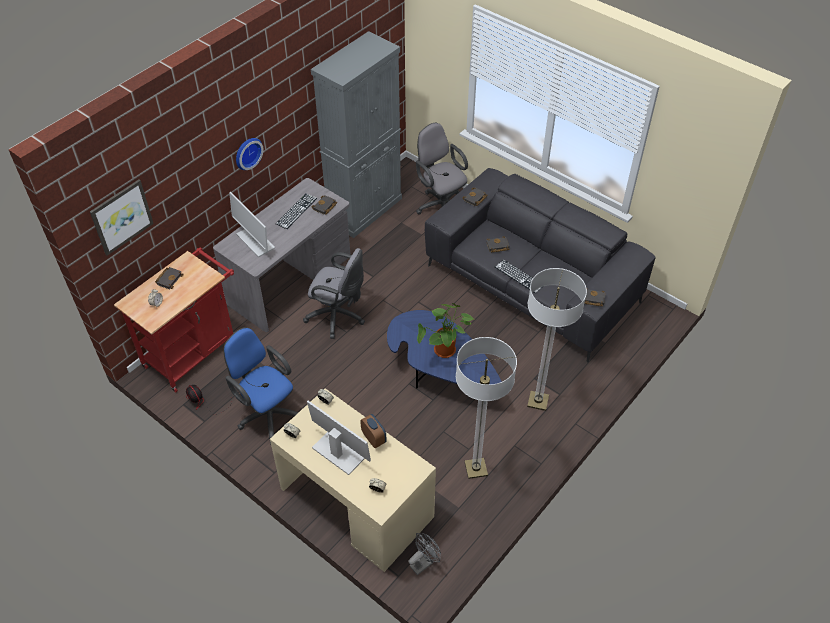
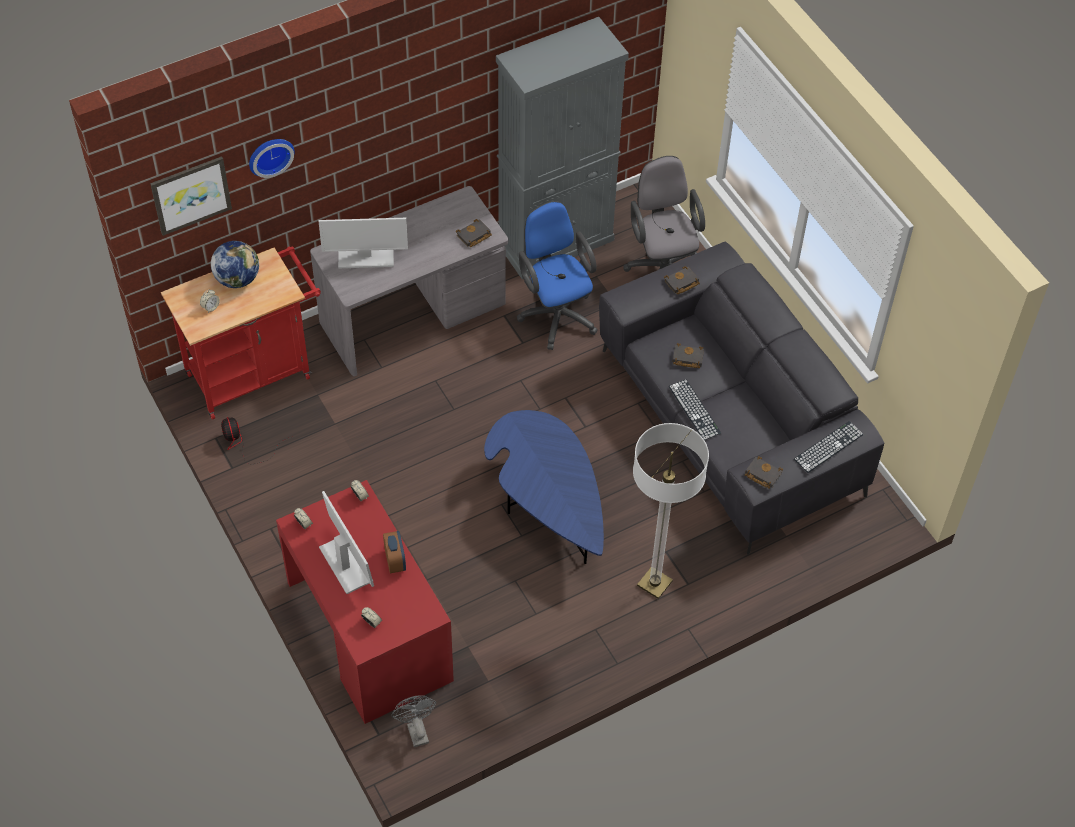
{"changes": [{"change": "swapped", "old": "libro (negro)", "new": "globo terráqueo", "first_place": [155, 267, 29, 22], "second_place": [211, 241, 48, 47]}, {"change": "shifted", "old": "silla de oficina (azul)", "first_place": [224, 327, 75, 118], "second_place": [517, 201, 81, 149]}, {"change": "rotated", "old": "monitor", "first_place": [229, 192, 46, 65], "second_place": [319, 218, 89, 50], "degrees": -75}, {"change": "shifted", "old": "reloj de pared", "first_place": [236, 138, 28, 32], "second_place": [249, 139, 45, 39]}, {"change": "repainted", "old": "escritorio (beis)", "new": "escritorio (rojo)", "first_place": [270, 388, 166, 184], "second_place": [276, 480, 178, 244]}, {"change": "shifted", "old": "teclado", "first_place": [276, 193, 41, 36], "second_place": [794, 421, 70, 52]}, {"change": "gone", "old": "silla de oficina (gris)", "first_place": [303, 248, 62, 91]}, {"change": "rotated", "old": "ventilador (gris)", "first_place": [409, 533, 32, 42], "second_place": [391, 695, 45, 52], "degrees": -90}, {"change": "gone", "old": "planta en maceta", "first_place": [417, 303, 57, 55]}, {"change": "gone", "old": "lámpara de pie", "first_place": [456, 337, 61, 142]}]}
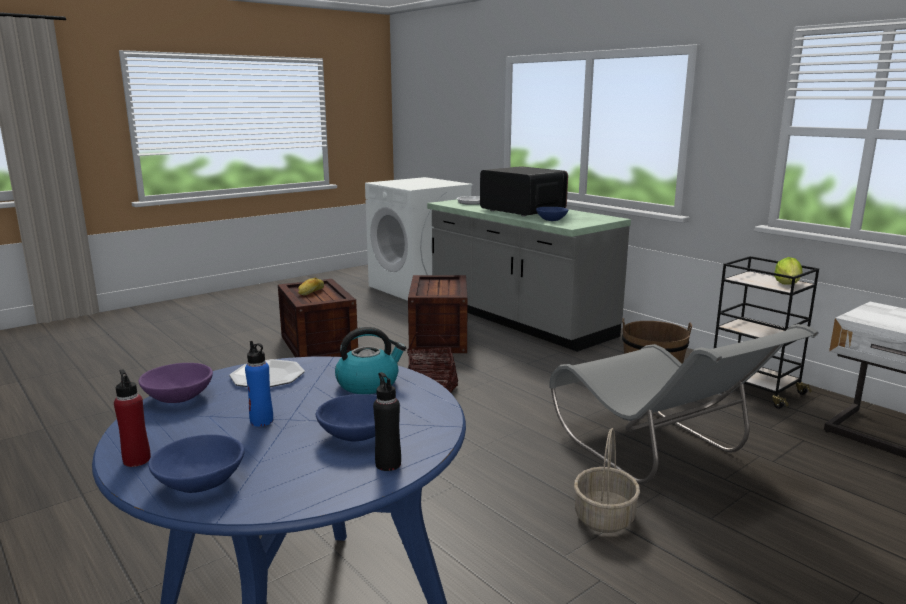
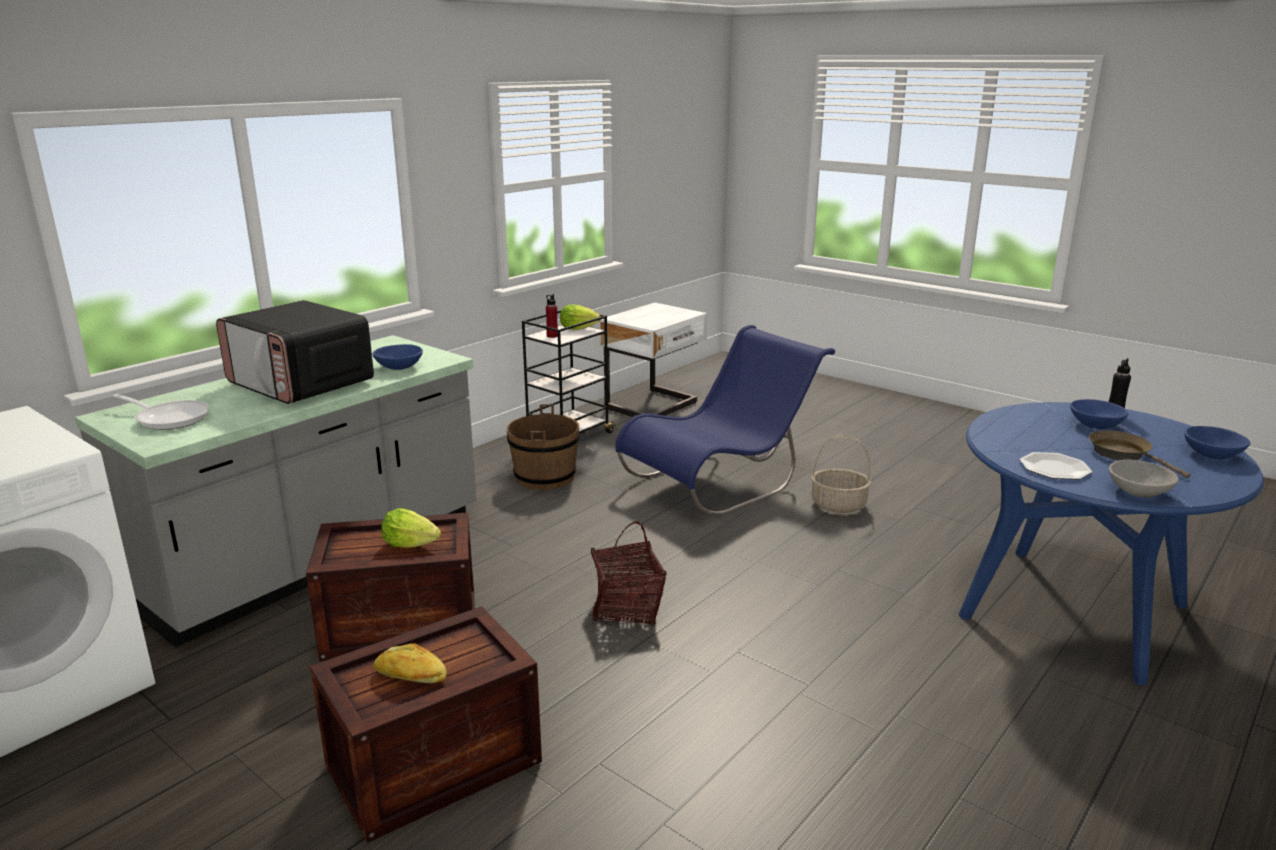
{"changes": [{"change": "shifted", "old": "botella (rojo)", "first_place": [114, 369, 37, 98], "second_place": [546, 294, 12, 44]}, {"change": "repainted", "old": "cuenco (morado)", "new": "cuenco (gris)", "first_place": [139, 363, 74, 40], "second_place": [1109, 460, 70, 37]}, {"change": "swapped", "old": "botella (azul)", "new": "sartén (marrón)", "first_place": [245, 341, 28, 85], "second_place": [1089, 430, 101, 48]}, {"change": "gone", "old": "hervidor", "first_place": [335, 327, 71, 67]}, {"change": "rotated", "old": "microondas", "first_place": [480, 166, 88, 51], "second_place": [216, 300, 158, 104], "degrees": -90}, {"change": "repainted", "old": "silla (gris)", "new": "silla (azul)", "first_place": [549, 324, 270, 160], "second_place": [615, 325, 220, 190]}, {"change": "new", "new": "lechuga", "second_place": [381, 508, 60, 40]}]}
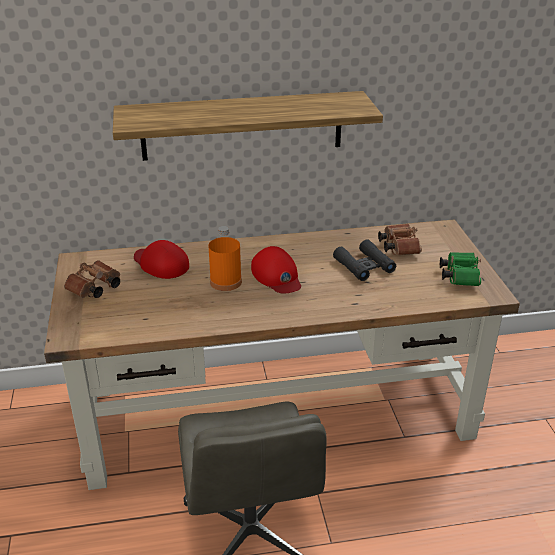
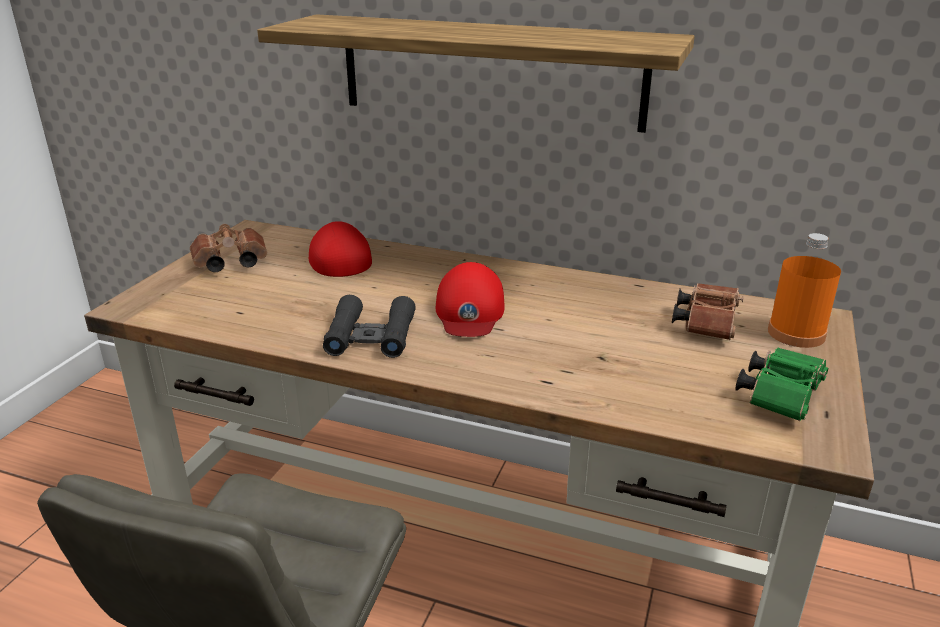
{"changes": [{"change": "shifted", "old": "botella (naranja)", "first_place": [208, 226, 34, 65], "second_place": [768, 233, 73, 115]}, {"change": "shifted", "old": "prismáticos (negro)", "first_place": [333, 239, 63, 42], "second_place": [323, 295, 93, 63]}]}
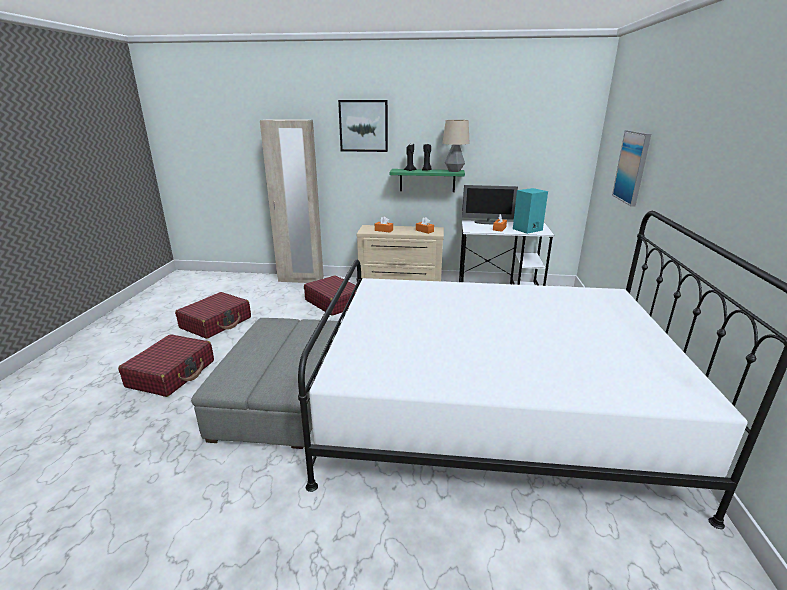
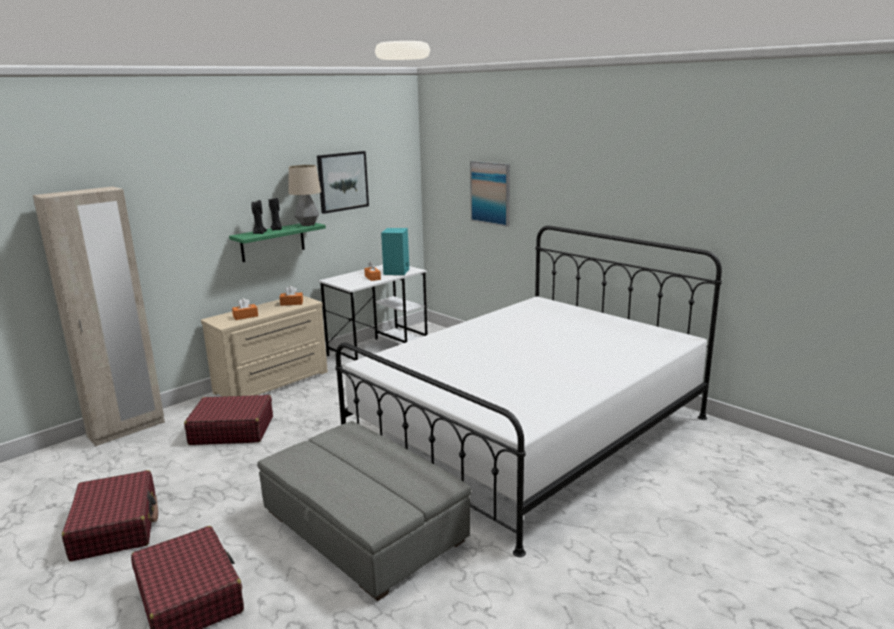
{"changes": [{"change": "shifted", "old": "cuadro", "first_place": [338, 100, 50, 52], "second_place": [317, 151, 52, 63]}, {"change": "gone", "old": "monitor", "first_place": [462, 185, 56, 39]}]}
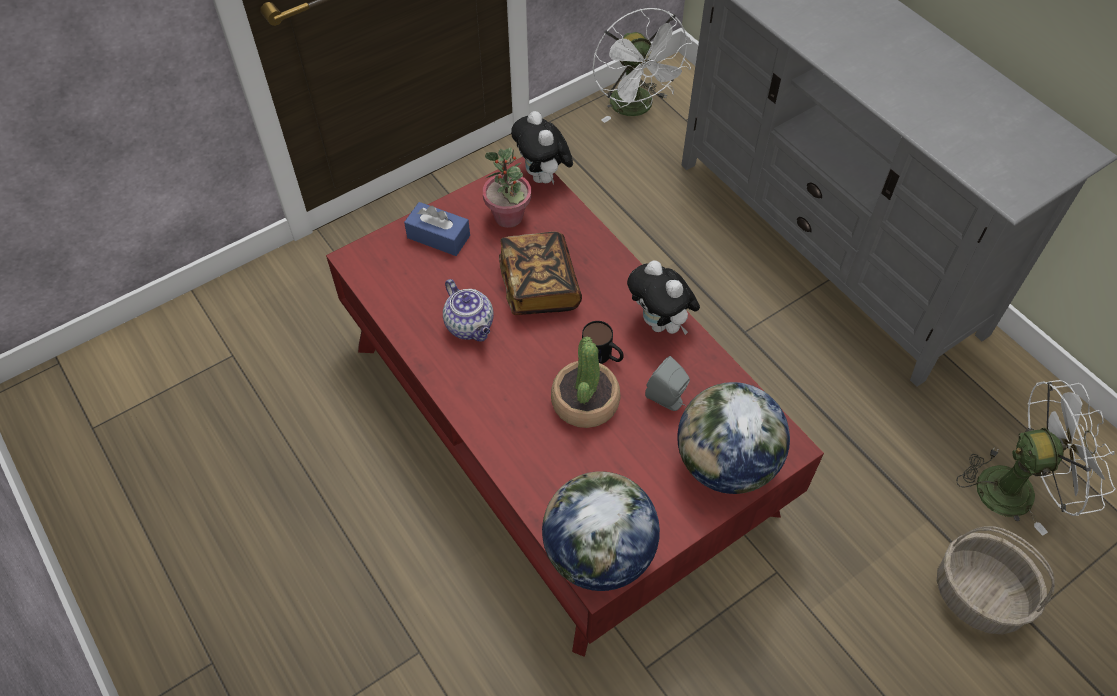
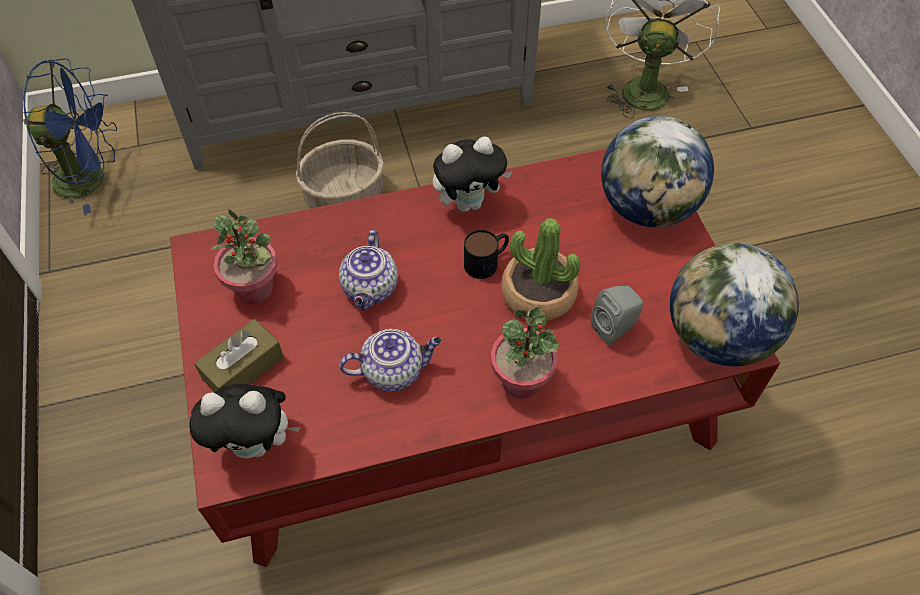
{"changes": [{"change": "repainted", "old": "caja de pañuelos (azul)", "new": "caja de pañuelos (marrón)", "first_place": [404, 202, 66, 54], "second_place": [194, 319, 90, 73]}, {"change": "swapped", "old": "libro", "new": "tetera", "first_place": [499, 232, 83, 83], "second_place": [339, 230, 59, 81]}, {"change": "shifted", "old": "peluche", "first_place": [511, 111, 62, 73], "second_place": [189, 384, 112, 74]}, {"change": "repainted", "old": "ventilador (blanco)", "new": "ventilador (azul)", "first_place": [593, 8, 100, 115], "second_place": [23, 58, 94, 156]}, {"change": "shifted", "old": "altavoz (gris)", "first_place": [645, 356, 45, 55], "second_place": [591, 286, 52, 59]}, {"change": "shifted", "old": "cesta", "first_place": [937, 526, 118, 108], "second_place": [296, 112, 88, 97]}, {"change": "new", "new": "planta en maceta", "second_place": [491, 307, 68, 92]}]}
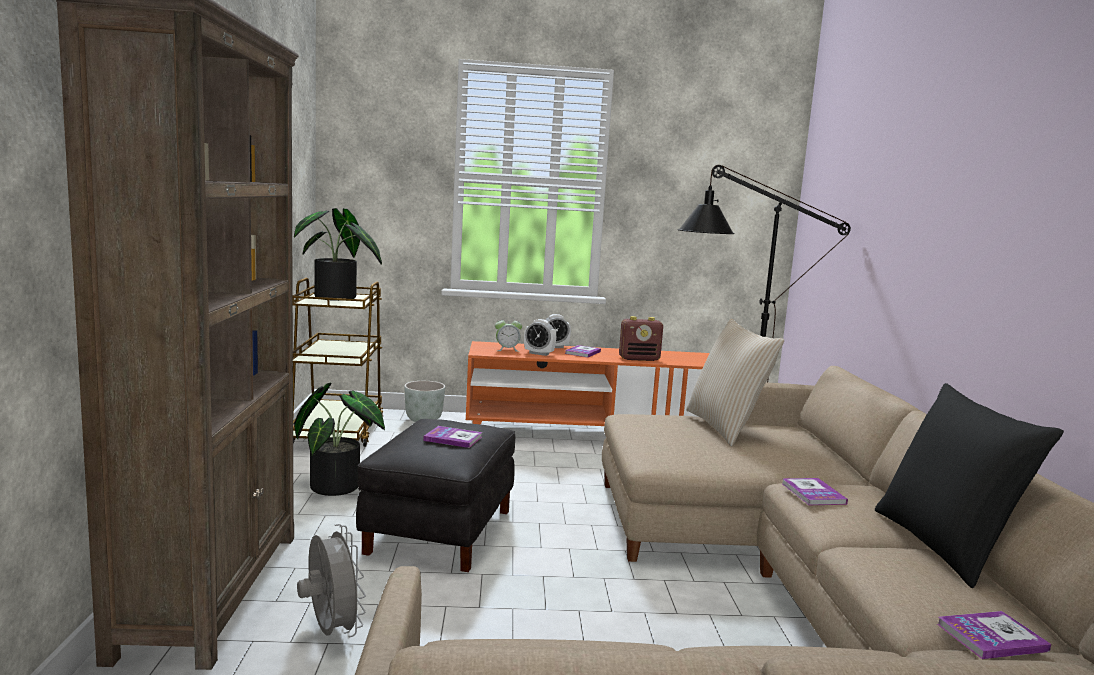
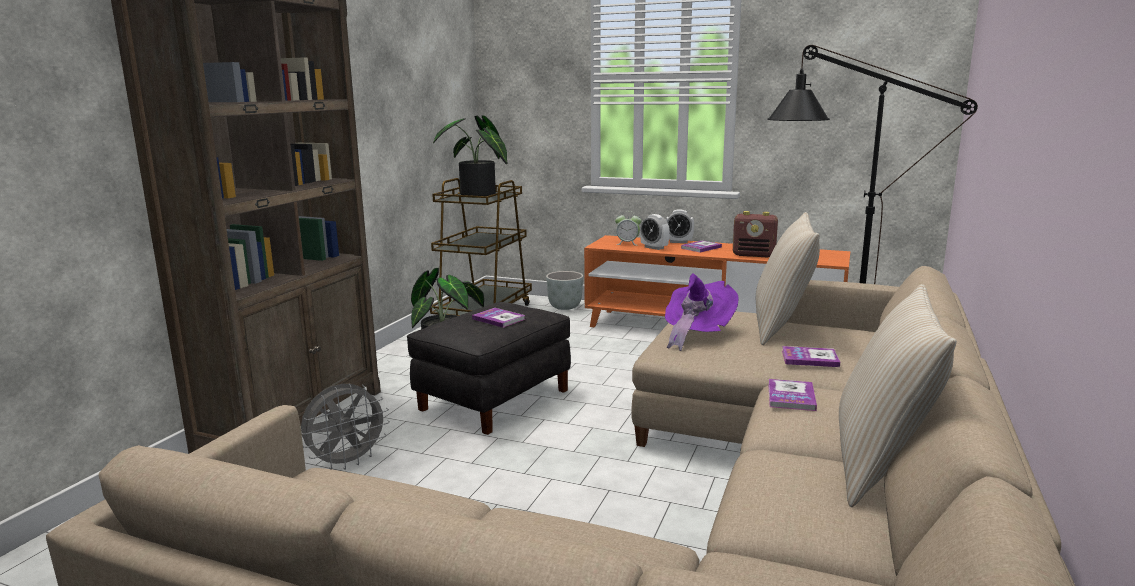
{"changes": [{"change": "rotated", "old": "ventilador (gris)", "first_place": [297, 524, 69, 114], "second_place": [301, 383, 89, 87], "degrees": 60}, {"change": "repainted", "old": "cojín (negro)", "new": "cojín (beis)", "first_place": [875, 383, 189, 205], "second_place": [839, 284, 118, 223]}, {"change": "shifted", "old": "libro", "first_place": [937, 611, 114, 48], "second_place": [782, 346, 58, 21]}, {"change": "new", "new": "sombrero (morado)", "second_place": [665, 273, 74, 78]}]}
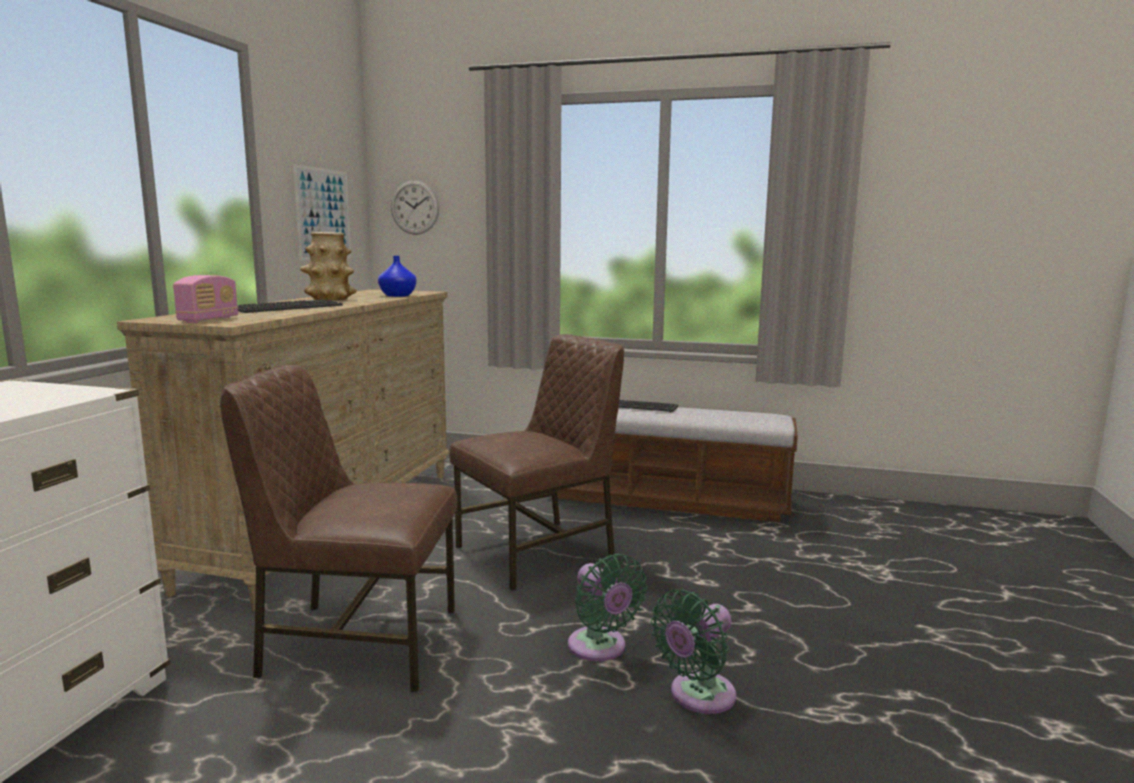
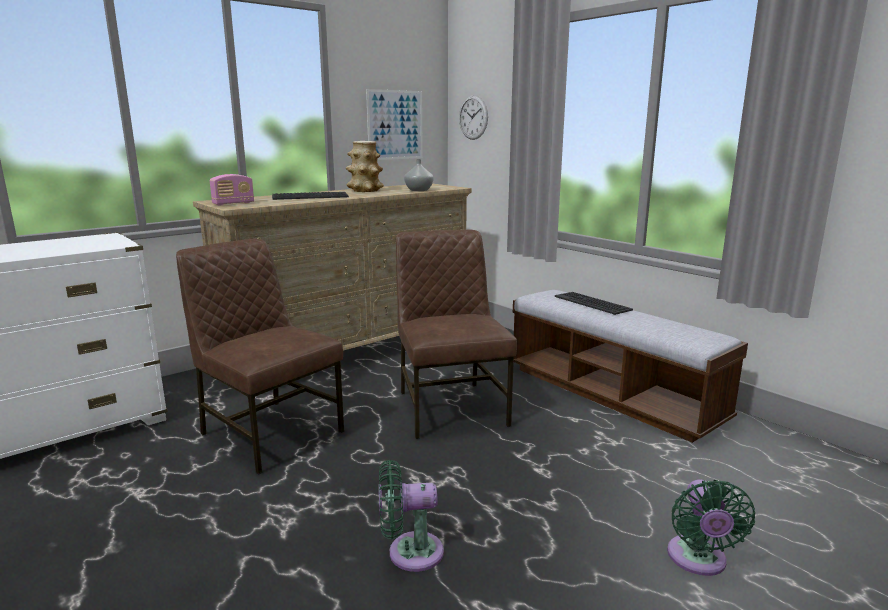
{"changes": [{"change": "repainted", "old": "florero (azul)", "new": "florero (gris)", "first_place": [378, 256, 39, 41], "second_place": [404, 159, 30, 32]}, {"change": "rotated", "old": "silla (marrón)", "first_place": [449, 334, 175, 257], "second_place": [396, 230, 121, 209], "degrees": -105}, {"change": "shifted", "old": "ventilador (verde)", "first_place": [568, 554, 79, 107], "second_place": [667, 479, 88, 97]}]}
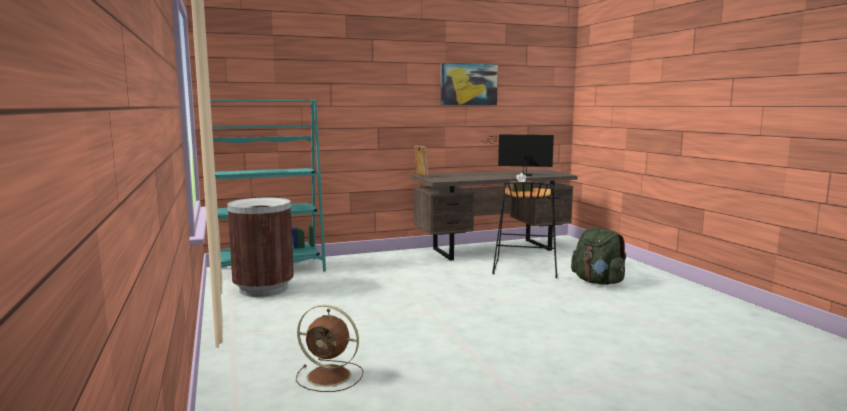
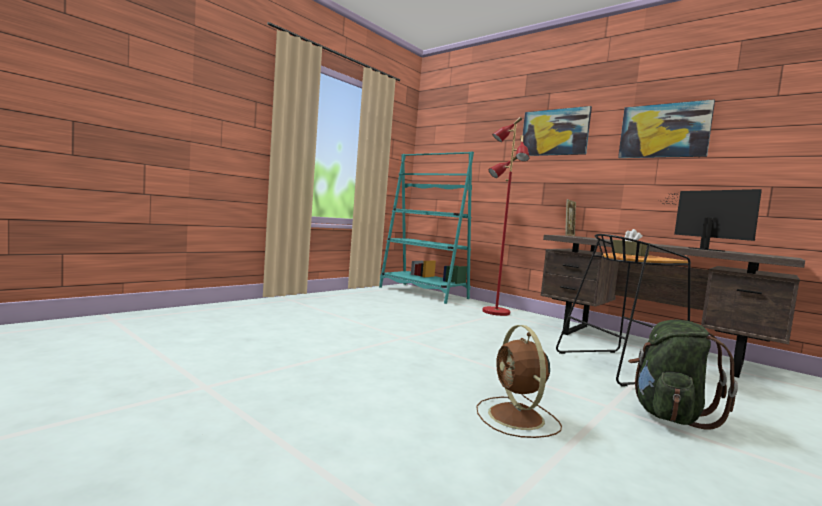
{"changes": [{"change": "gone", "old": "papelera (marrón)", "first_place": [227, 197, 67, 100]}, {"change": "shifted", "old": "ventilador (marrón)", "first_place": [296, 305, 67, 87], "second_place": [476, 325, 86, 113]}, {"change": "new", "new": "lámpara de pie (rojo)", "second_place": [482, 117, 47, 199]}, {"change": "new", "new": "cuadro", "second_place": [523, 106, 69, 50]}]}
